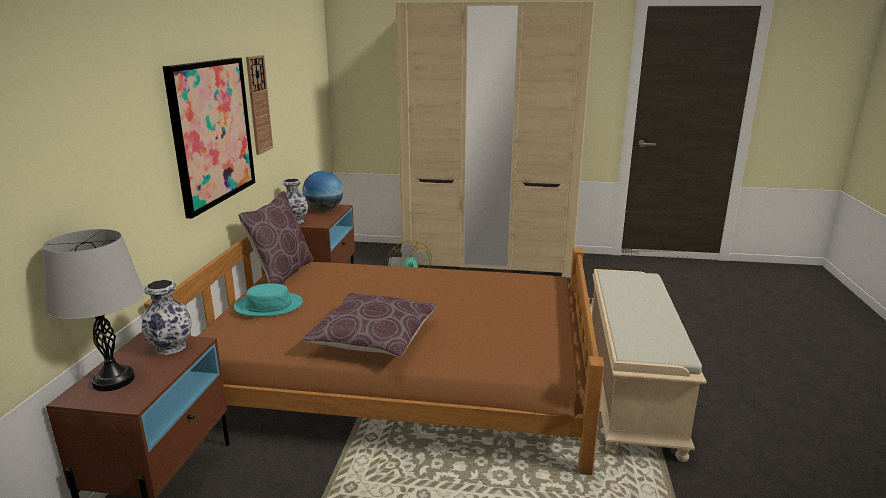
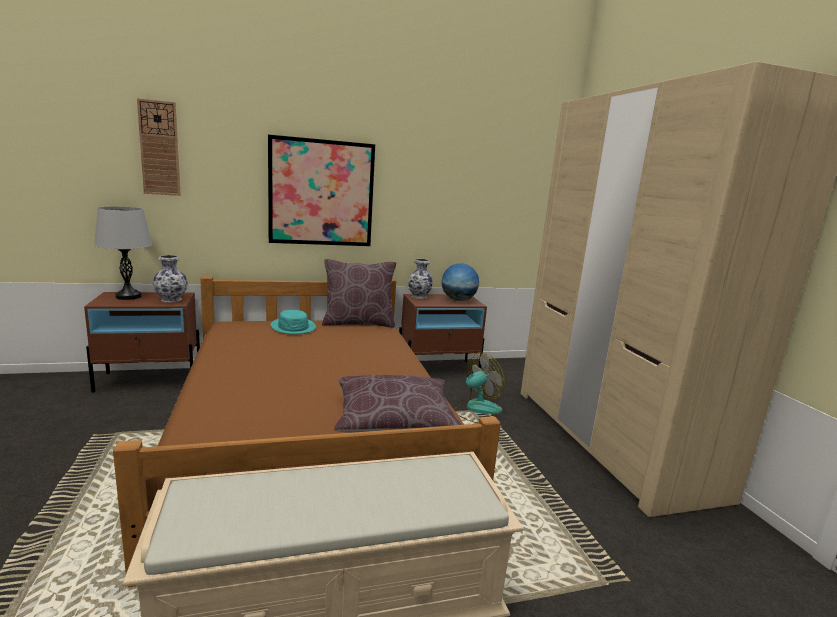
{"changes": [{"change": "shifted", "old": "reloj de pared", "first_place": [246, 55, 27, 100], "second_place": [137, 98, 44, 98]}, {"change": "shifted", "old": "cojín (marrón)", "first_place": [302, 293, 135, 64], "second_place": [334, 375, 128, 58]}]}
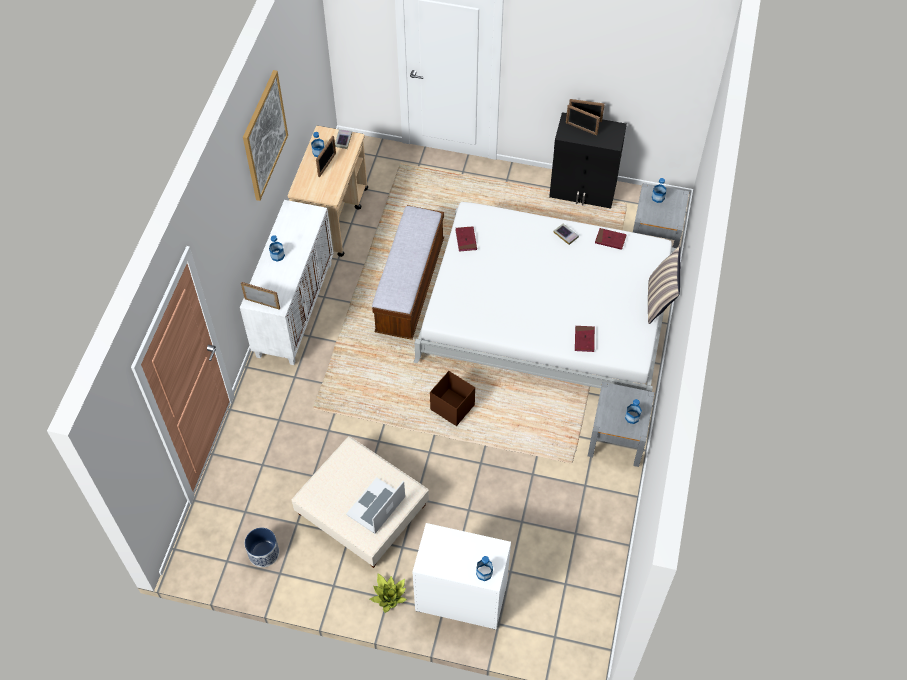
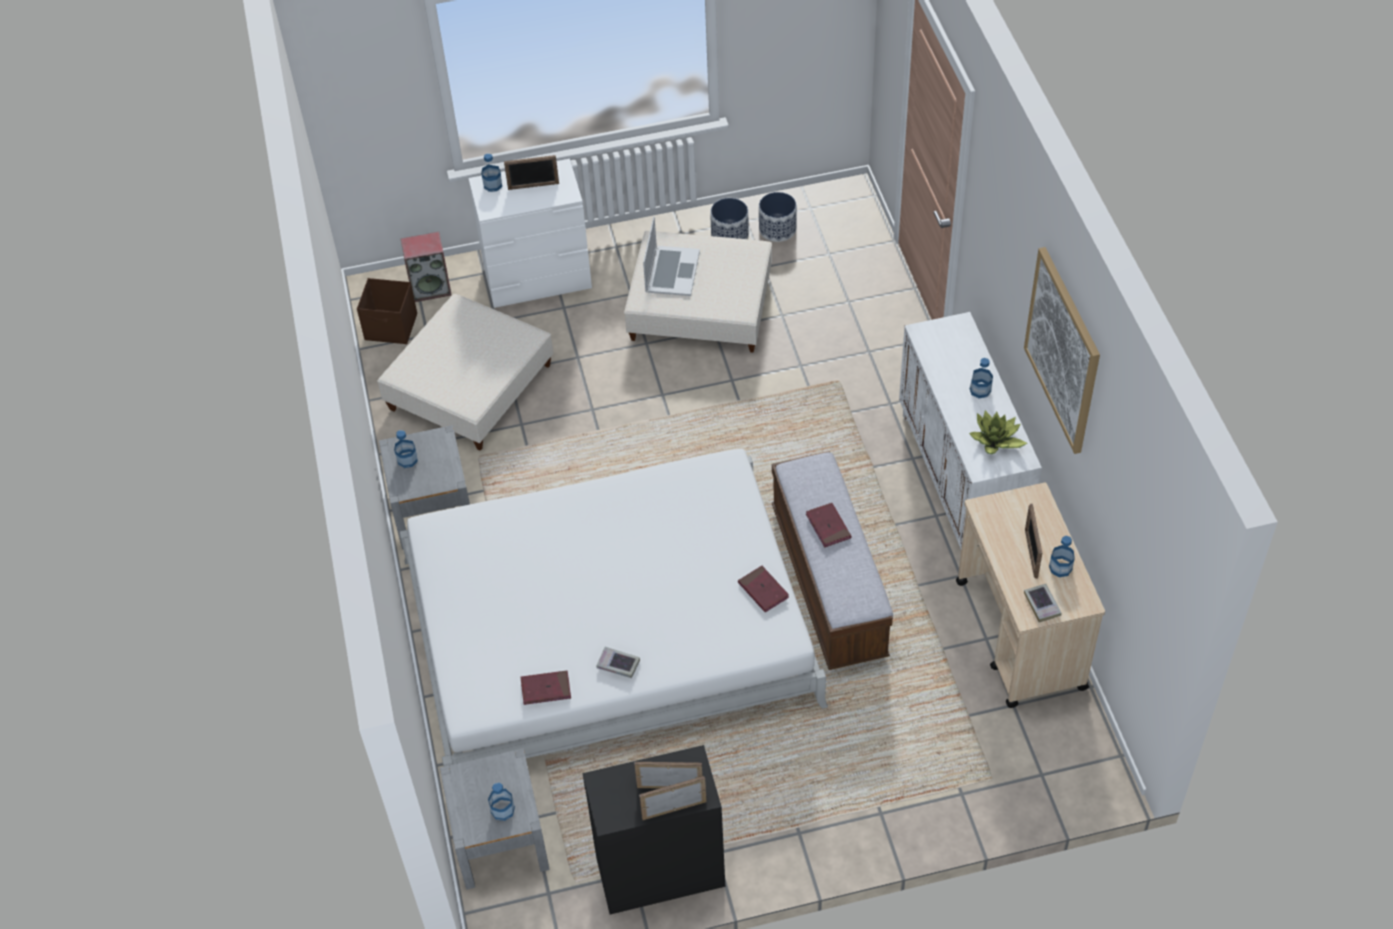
{"changes": [{"change": "shifted", "old": "portarretratos", "first_place": [241, 282, 39, 28], "second_place": [504, 155, 55, 35]}, {"change": "shifted", "old": "planta en maceta", "first_place": [370, 573, 37, 40], "second_place": [969, 410, 58, 44]}, {"change": "shifted", "old": "caja de almacenaje (marrón)", "first_place": [430, 371, 45, 55], "second_place": [357, 278, 60, 66]}, {"change": "shifted", "old": "libro (rojo)", "first_place": [575, 326, 20, 26], "second_place": [806, 503, 45, 45]}, {"change": "gone", "old": "cojín", "first_place": [648, 246, 32, 78]}, {"change": "new", "new": "puf (beis)", "second_place": [377, 294, 176, 157]}, {"change": "new", "new": "altavoz", "second_place": [401, 232, 51, 70]}, {"change": "new", "new": "maceta", "second_place": [710, 198, 39, 41]}]}
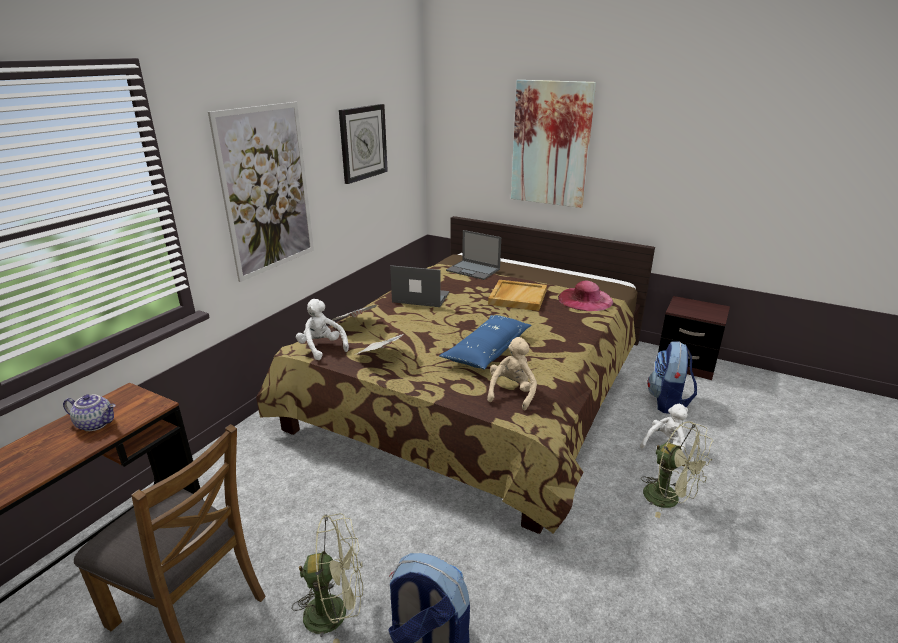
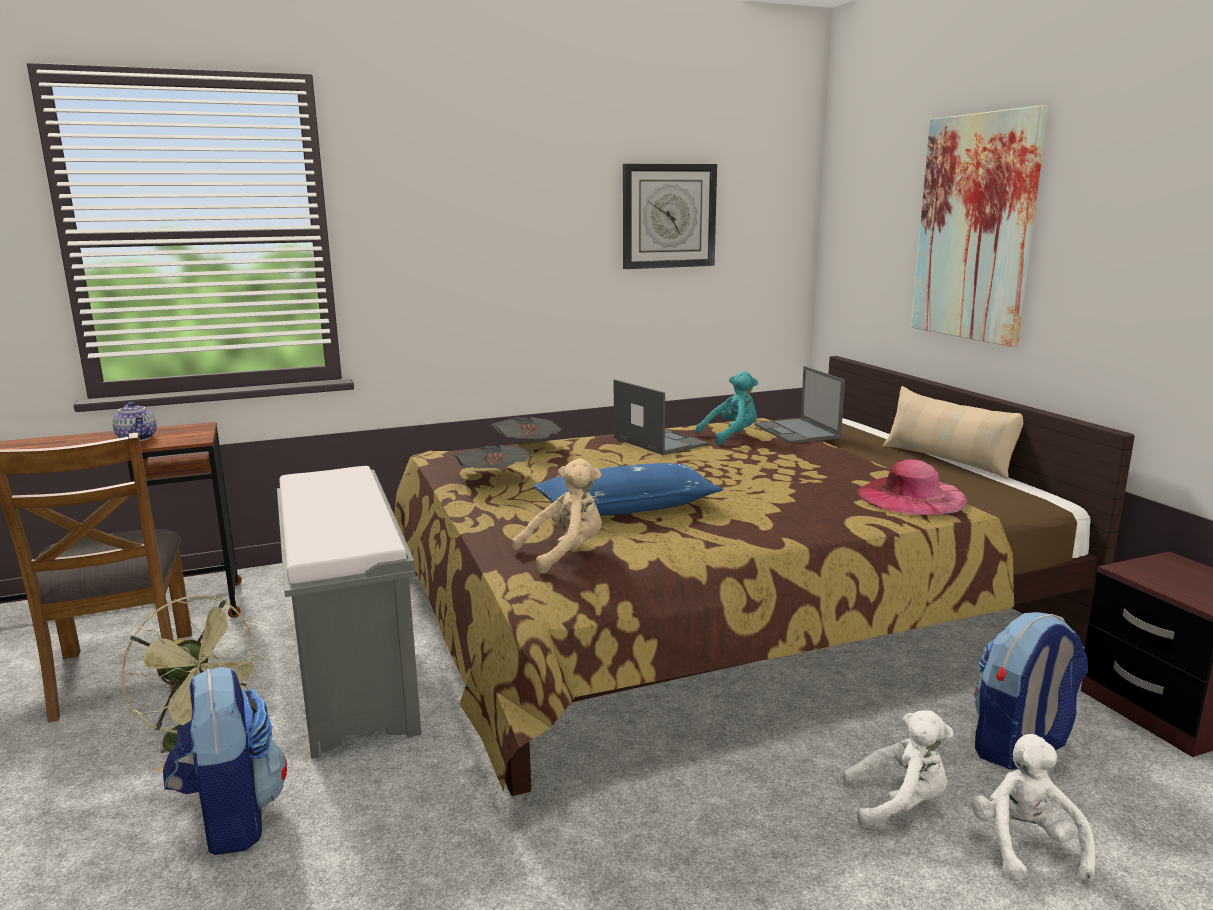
{"changes": [{"change": "gone", "old": "cuadro", "first_place": [208, 102, 106, 180]}, {"change": "shifted", "old": "peluche (blanco)", "first_place": [296, 299, 53, 61], "second_place": [971, 734, 124, 151]}, {"change": "gone", "old": "bandeja (beis)", "first_place": [488, 280, 59, 31]}, {"change": "gone", "old": "ventilador (verde)", "first_place": [641, 421, 72, 97]}, {"change": "new", "new": "banco (gris)", "second_place": [277, 466, 145, 293]}, {"change": "new", "new": "peluche (turquesa)", "second_place": [696, 371, 62, 74]}, {"change": "new", "new": "cojín (beis)", "second_place": [883, 386, 140, 93]}]}
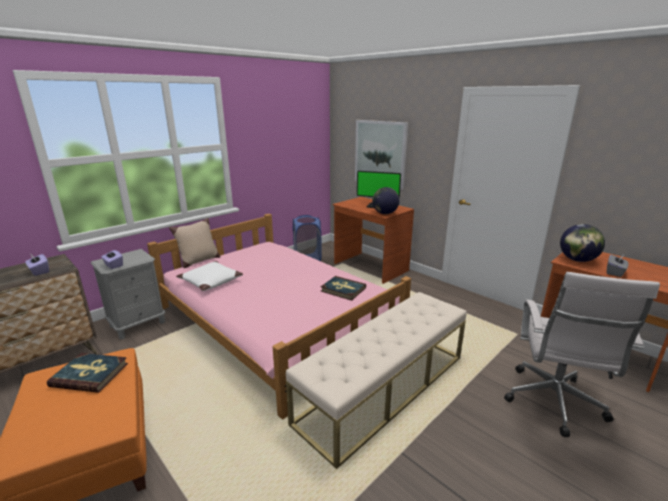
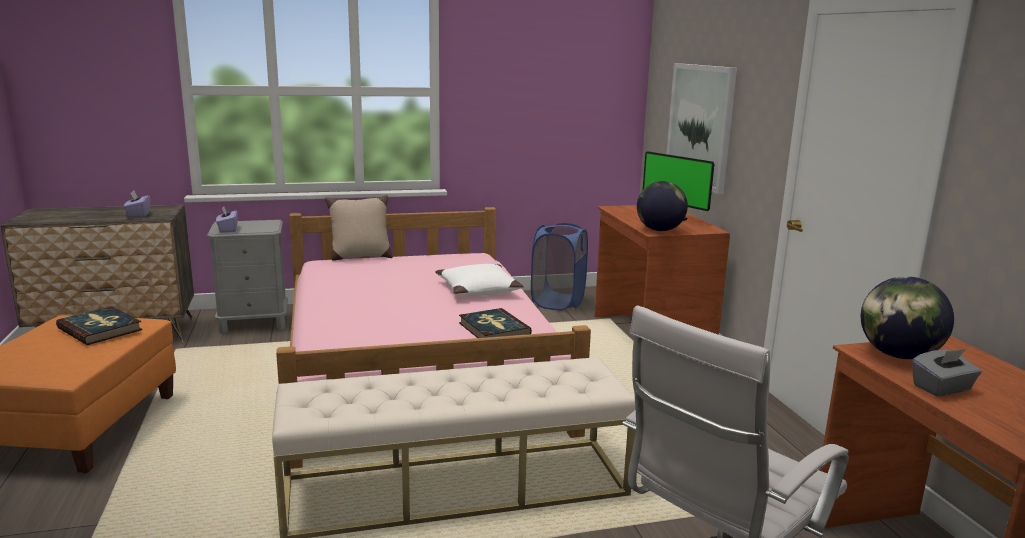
{"changes": [{"change": "shifted", "old": "cojín (blanco)", "first_place": [176, 261, 67, 30], "second_place": [435, 264, 89, 32]}]}
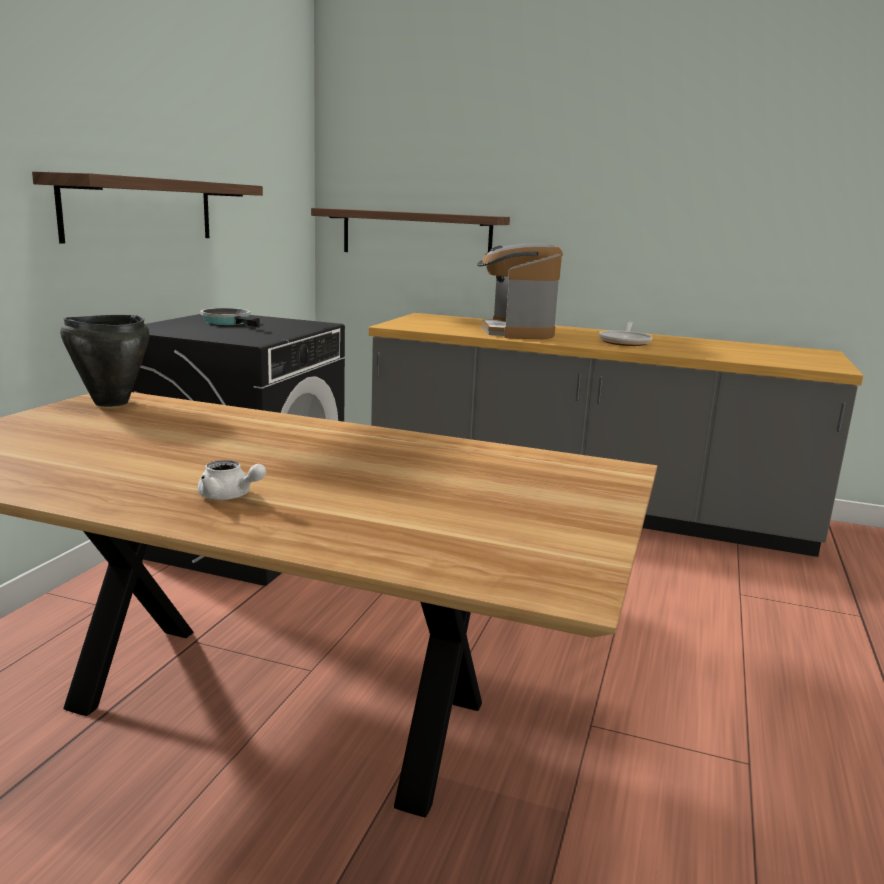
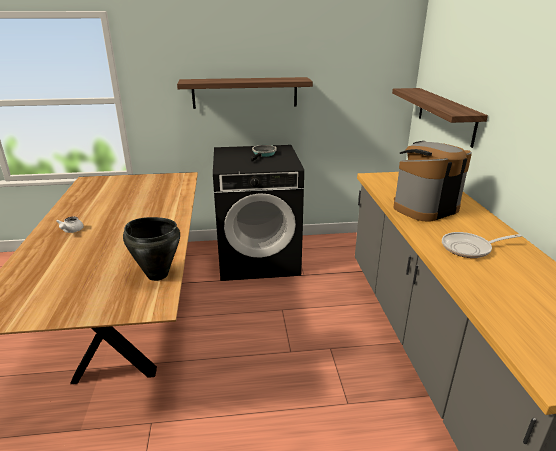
{"changes": [{"change": "shifted", "old": "olla (negro)", "first_place": [60, 315, 89, 92], "second_place": [123, 217, 57, 64]}]}
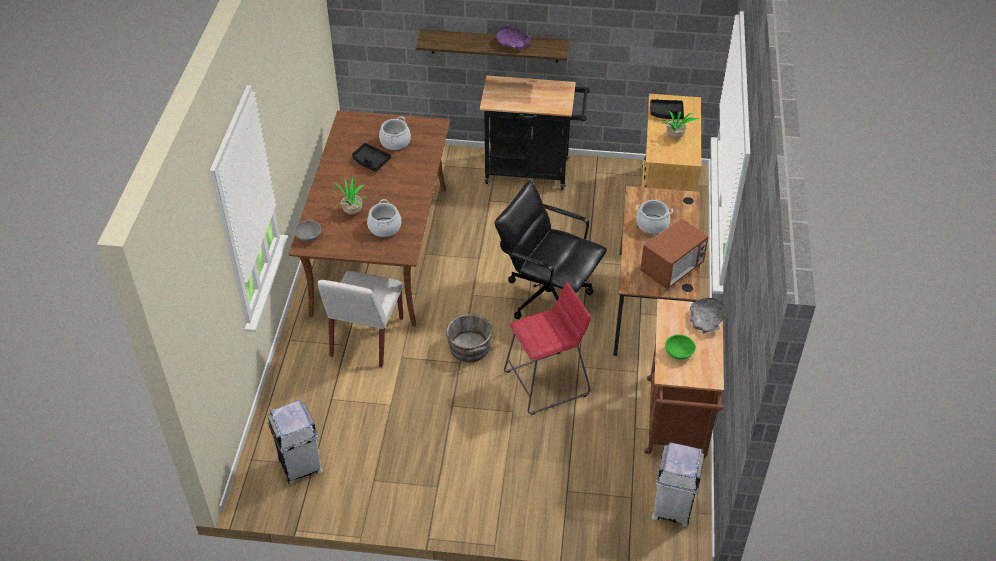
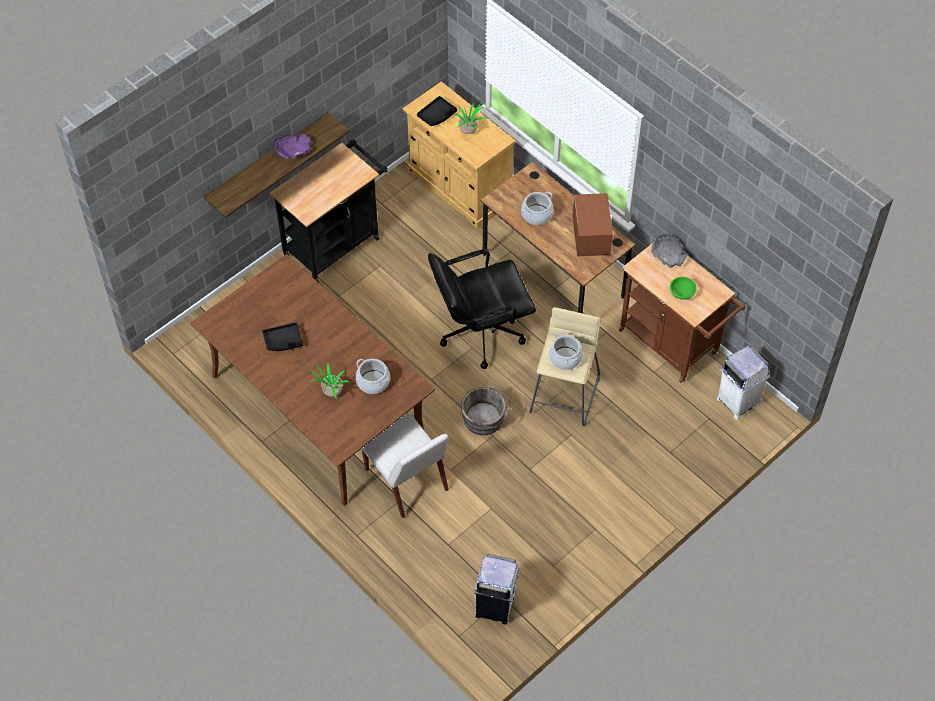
{"changes": [{"change": "gone", "old": "cuenco (gris)", "first_place": [294, 221, 27, 21]}, {"change": "shifted", "old": "olla", "first_place": [379, 116, 32, 34], "second_place": [549, 332, 34, 38]}, {"change": "repainted", "old": "taburete (rojo)", "new": "taburete (beis)", "first_place": [504, 282, 87, 133], "second_place": [529, 307, 71, 119]}]}
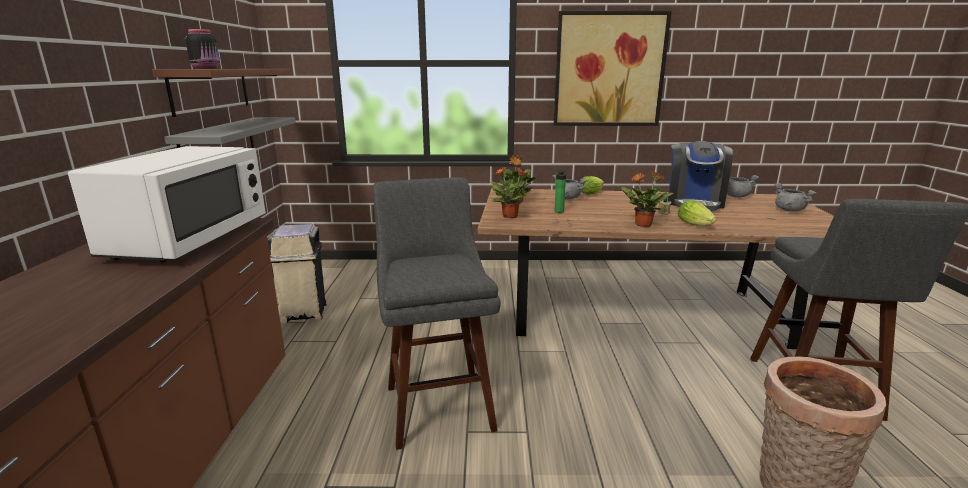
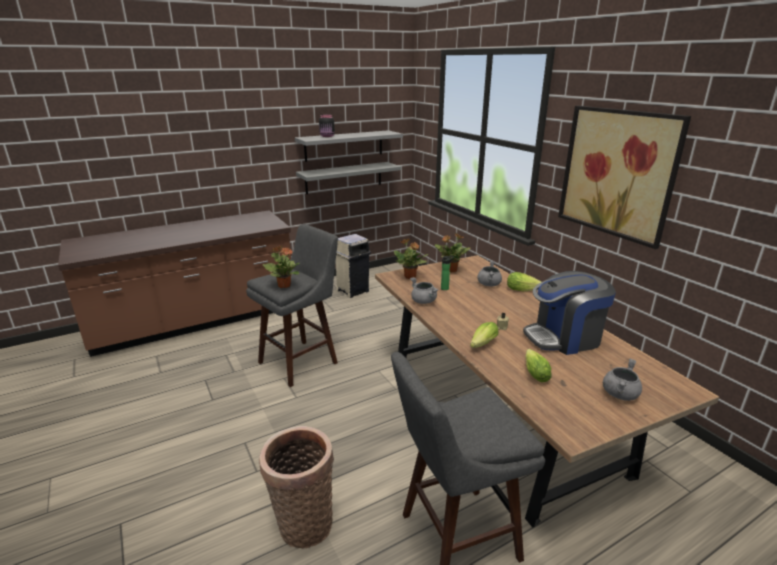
{"changes": [{"change": "gone", "old": "microondas (blanco)", "first_place": [68, 146, 198, 116]}, {"change": "repainted", "old": "estante (marrón)", "new": "estante (gris)", "first_place": [152, 69, 139, 48], "second_place": [295, 130, 108, 32]}, {"change": "shifted", "old": "planta en maceta", "first_place": [621, 171, 52, 56], "second_place": [263, 246, 37, 42]}, {"change": "shifted", "old": "olla (gris)", "first_place": [727, 175, 32, 23], "second_place": [410, 277, 29, 27]}, {"change": "new", "new": "lechuga", "second_place": [526, 349, 26, 33]}]}
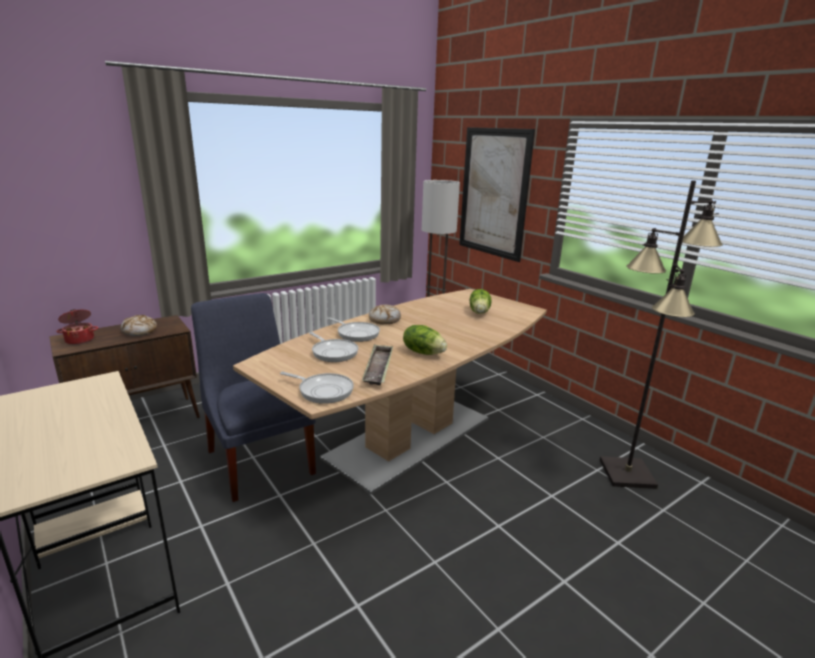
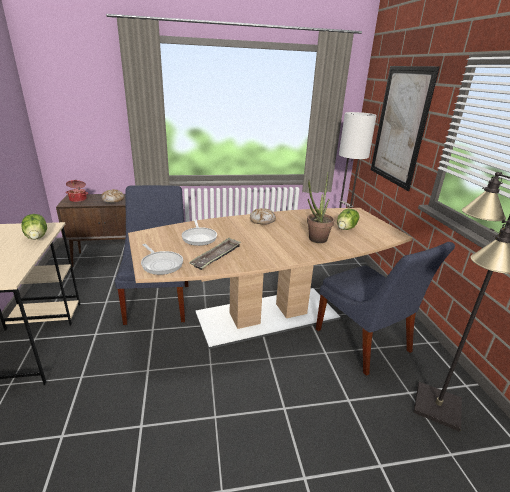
{"changes": [{"change": "gone", "old": "sartén", "first_place": [327, 318, 53, 24]}, {"change": "shifted", "old": "lechuga", "first_place": [403, 325, 44, 30], "second_place": [21, 214, 26, 26]}, {"change": "new", "new": "planta en maceta", "second_place": [307, 172, 27, 71]}, {"change": "new", "new": "silla (azul)", "second_place": [316, 242, 139, 134]}]}
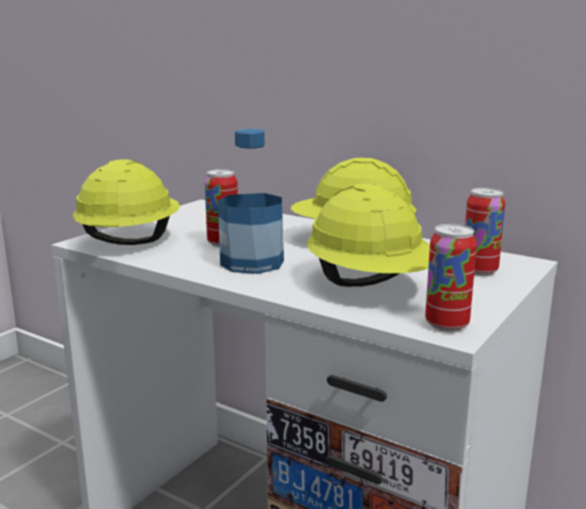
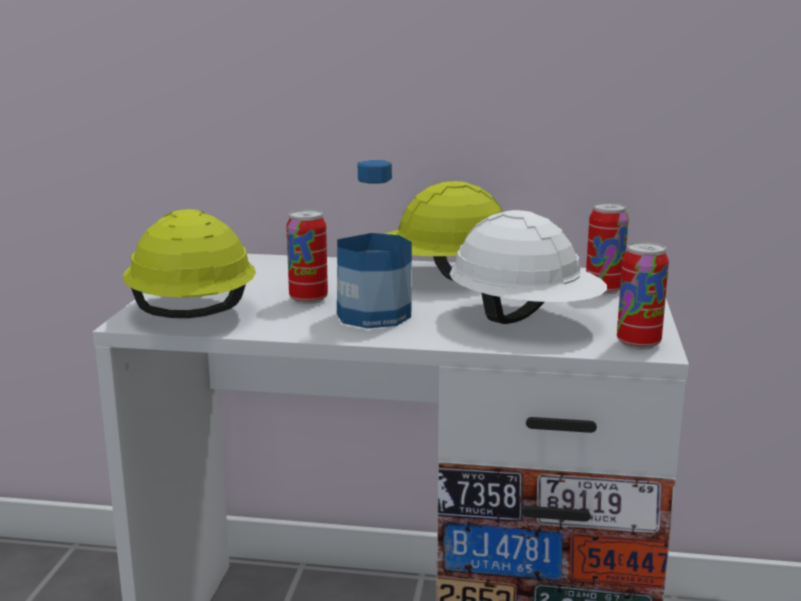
{"changes": [{"change": "repainted", "old": "casco (amarillo)", "new": "casco (blanco)", "first_place": [307, 184, 123, 103], "second_place": [449, 210, 158, 114]}]}
